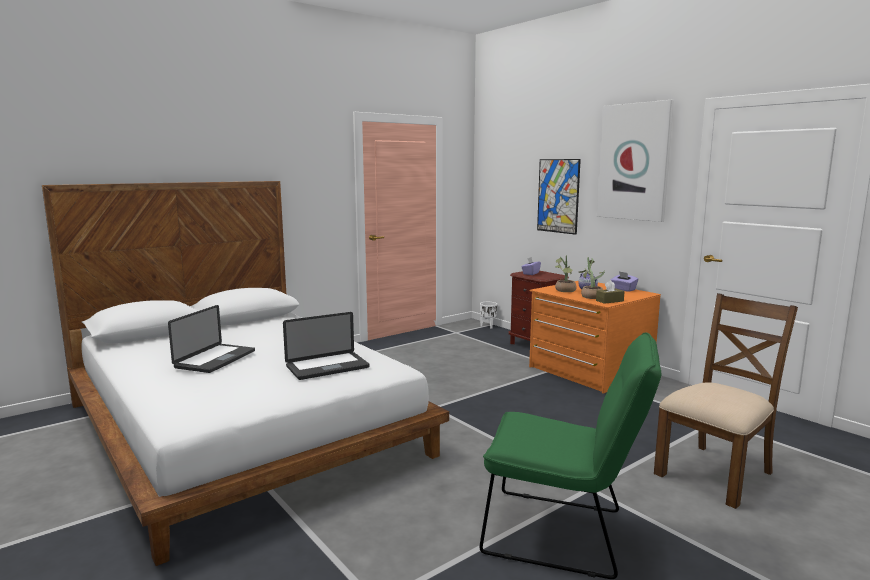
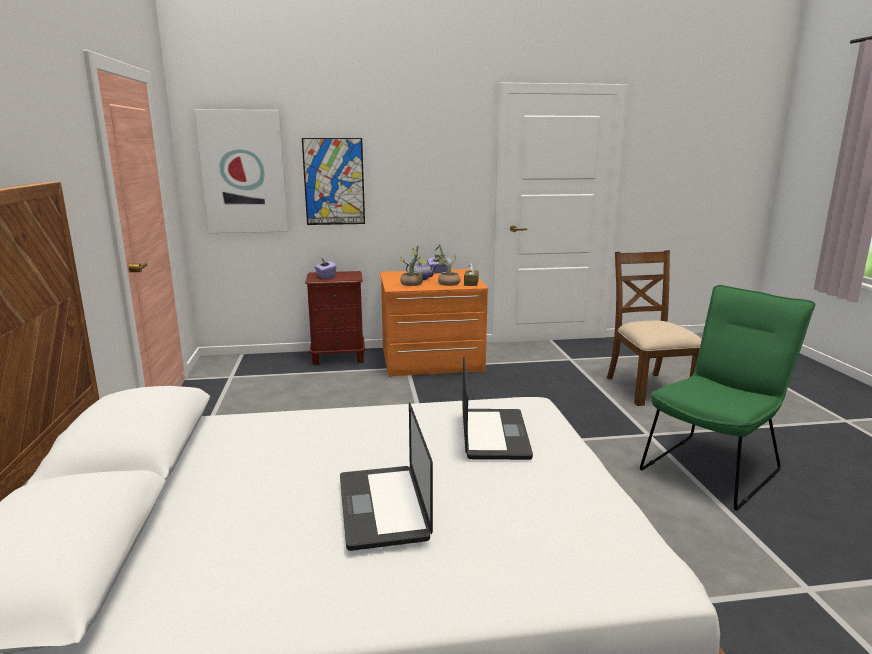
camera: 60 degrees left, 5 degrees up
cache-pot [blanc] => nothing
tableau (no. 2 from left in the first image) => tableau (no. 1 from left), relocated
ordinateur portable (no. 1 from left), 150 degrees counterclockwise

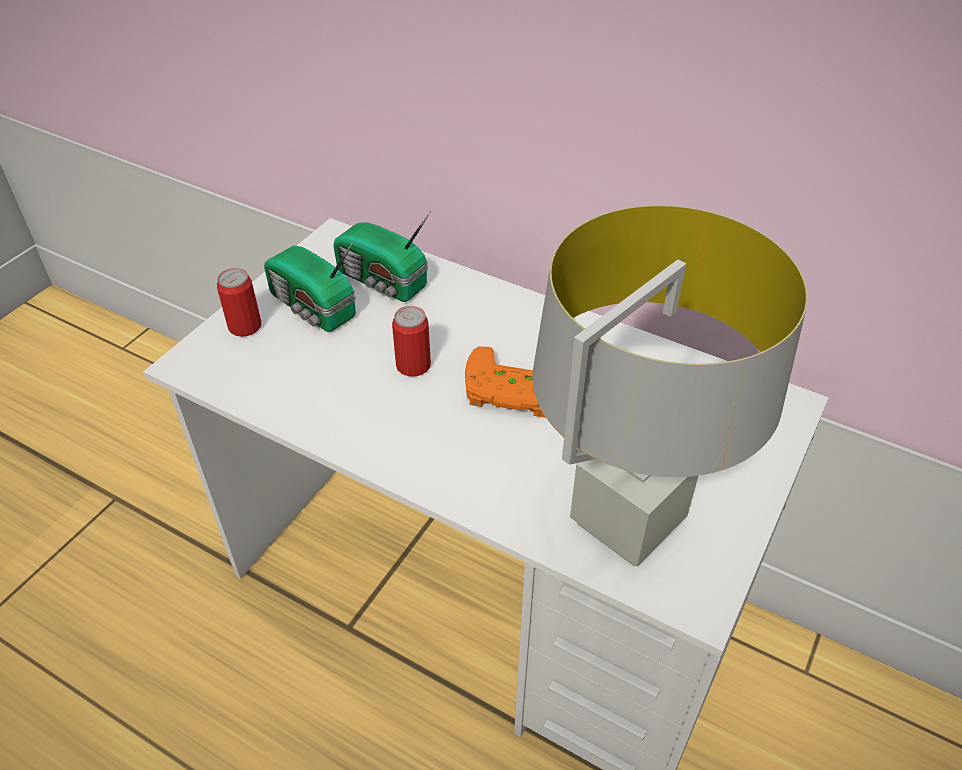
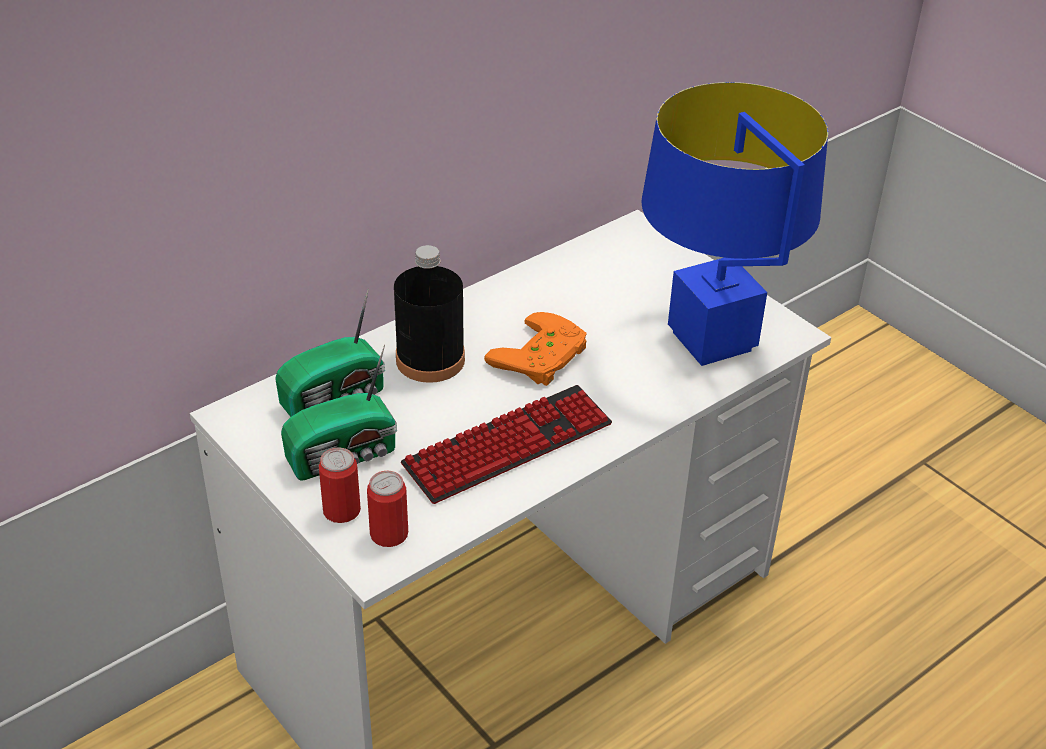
camera: 70 degrees left, 5 degrees down
nothing => bouteille [noir]
nothing => clavier
boîte métallique (no. 2 from left), relocated
lampe de table [gris] => lampe de table [bleu]

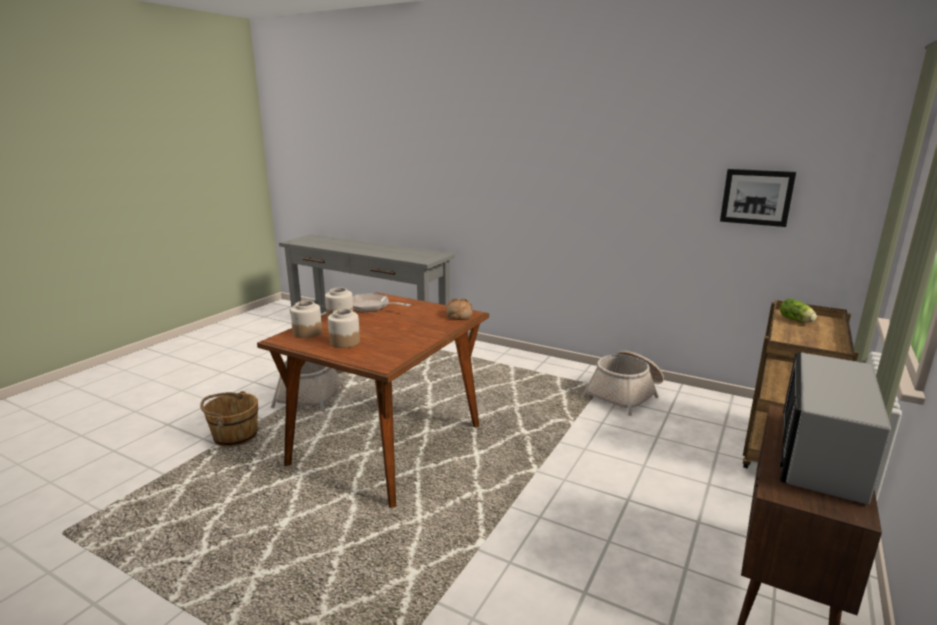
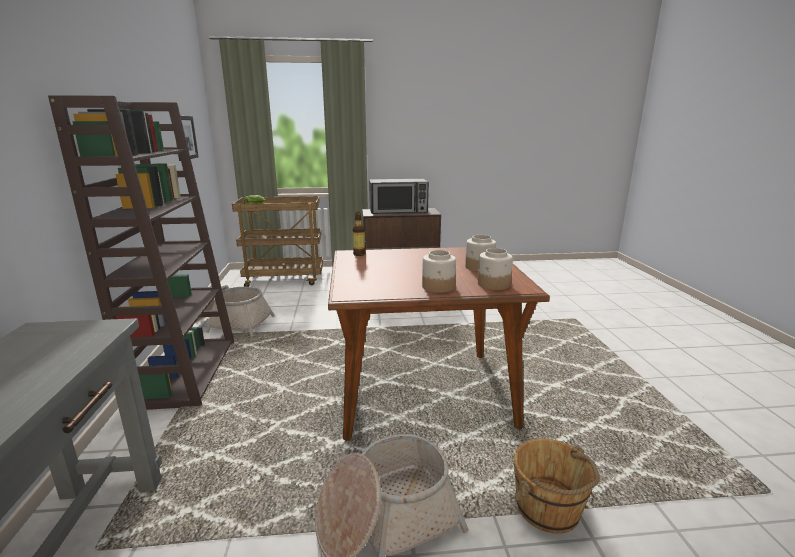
camera: 125 degrees left, 0 degrees up
poêle => nothing
nothing => bibliothèque [marron]
pain => bouteille

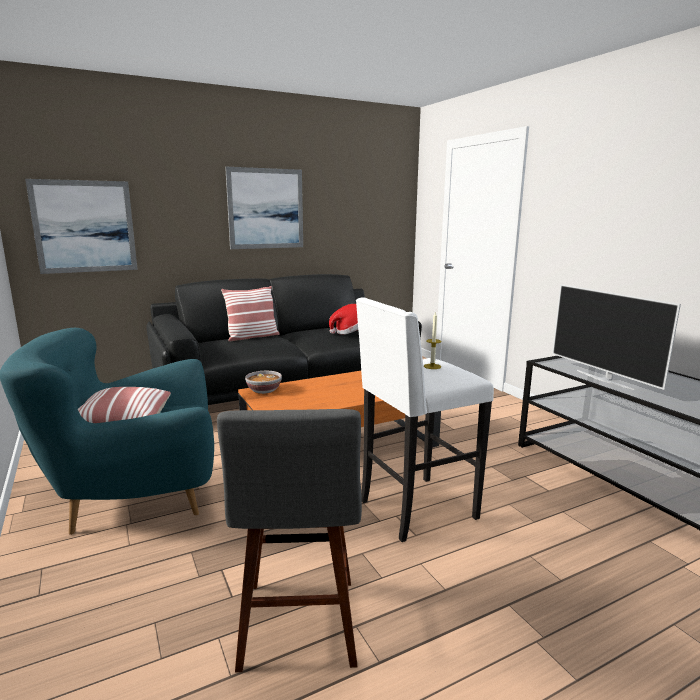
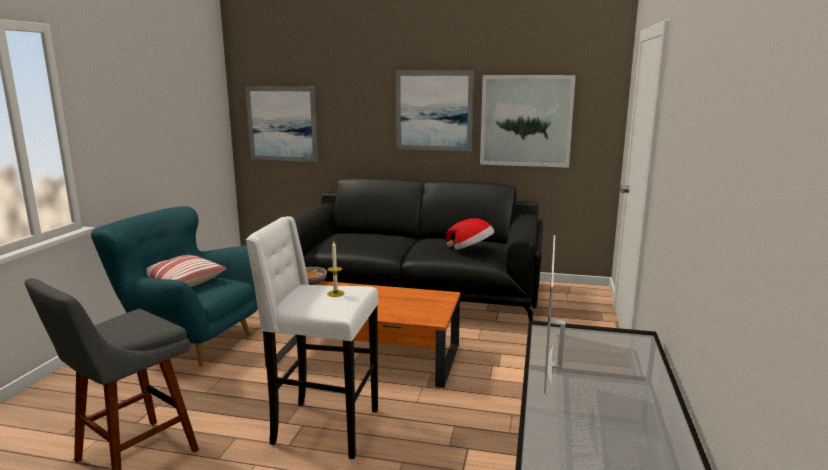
camera: 40 degrees right, 0 degrees up
coussin (no. 2 from left) => nothing
nothing => tableau (no. 3 from left)

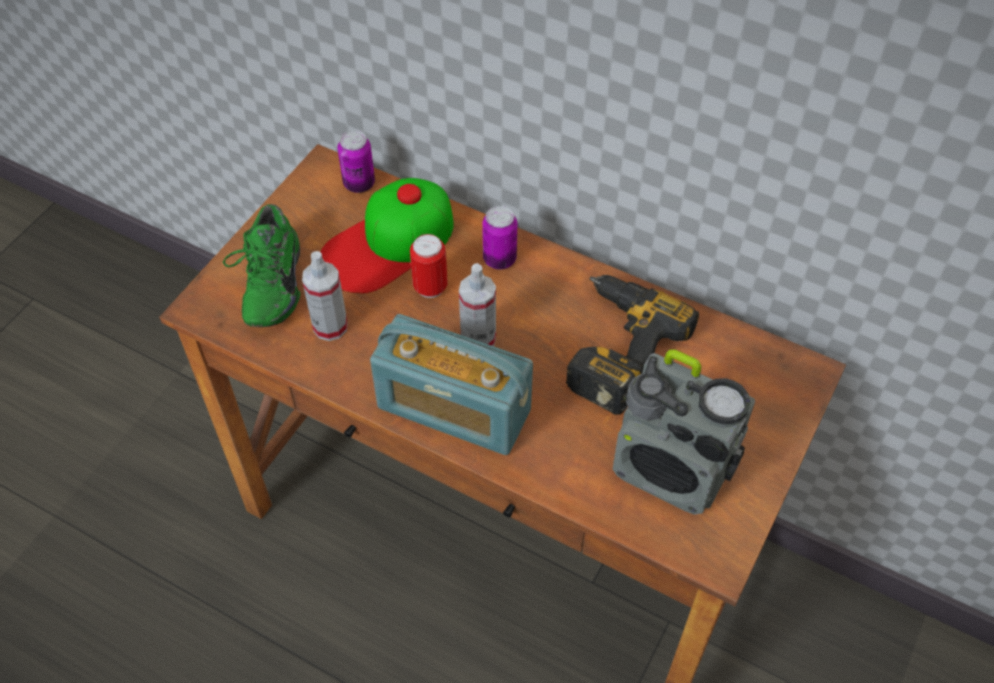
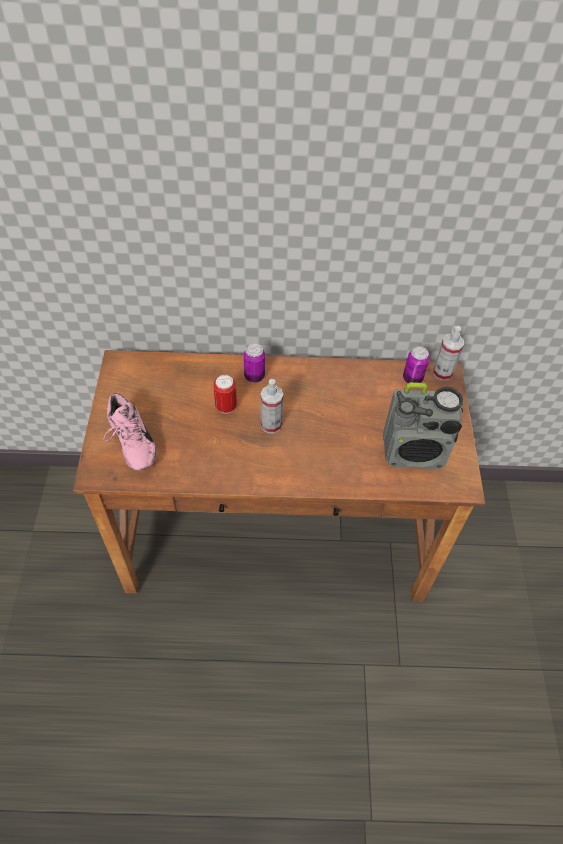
camera: 30 degrees left, 0 degrees up
casquette => nothing
radio (no. 1 from left) => nothing
perceuse => nothing
vaporisateur (no. 1 from left in the first image) => vaporisateur (no. 2 from left), relocated
boîte métallique (no. 1 from left in the first image) => boîte métallique (no. 3 from left), relocated
chaussure [vert] => chaussure [rose]

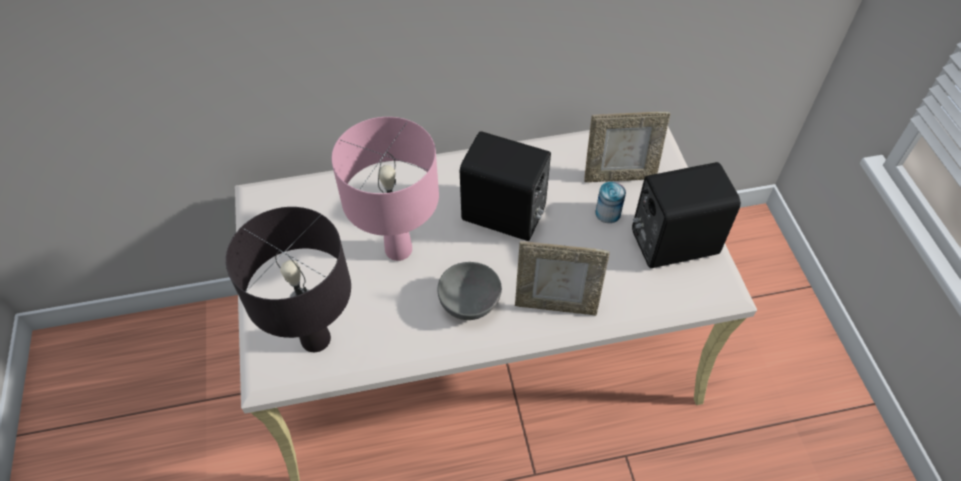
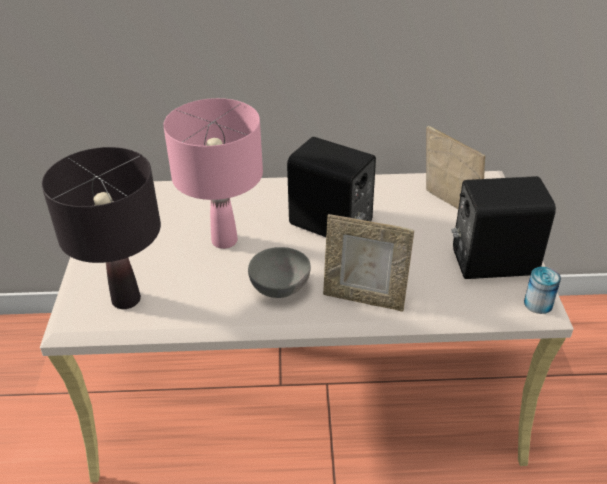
camera: 10 degrees right, 15 degrees down
boîte métallique, relocated
cadre photo (no. 2 from left), 135 degrees counterclockwise

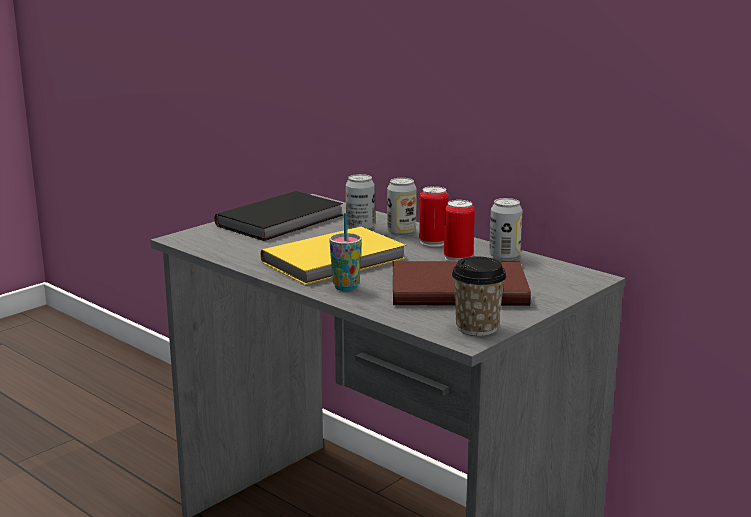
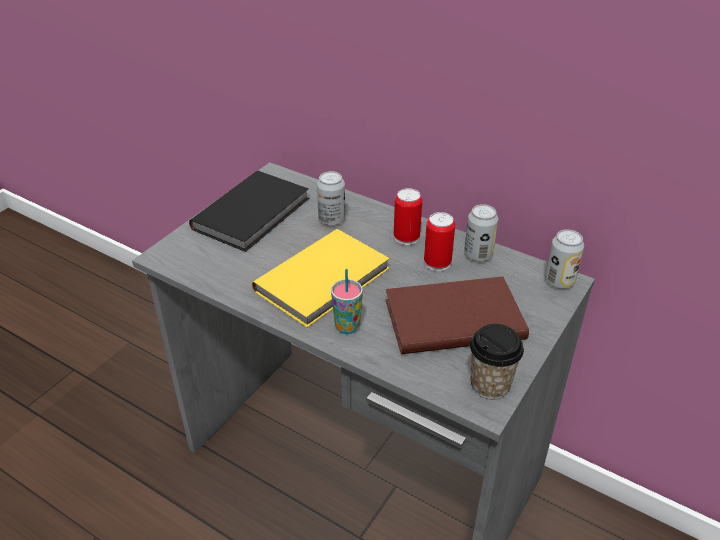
camera: 10 degrees left, 20 degrees up
boîte métallique (no. 2 from left in the first image) => boîte métallique (no. 5 from left), relocated

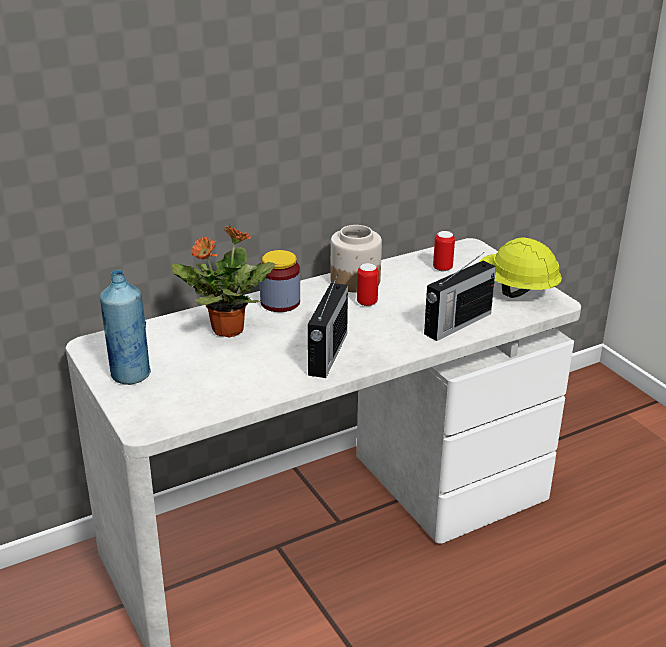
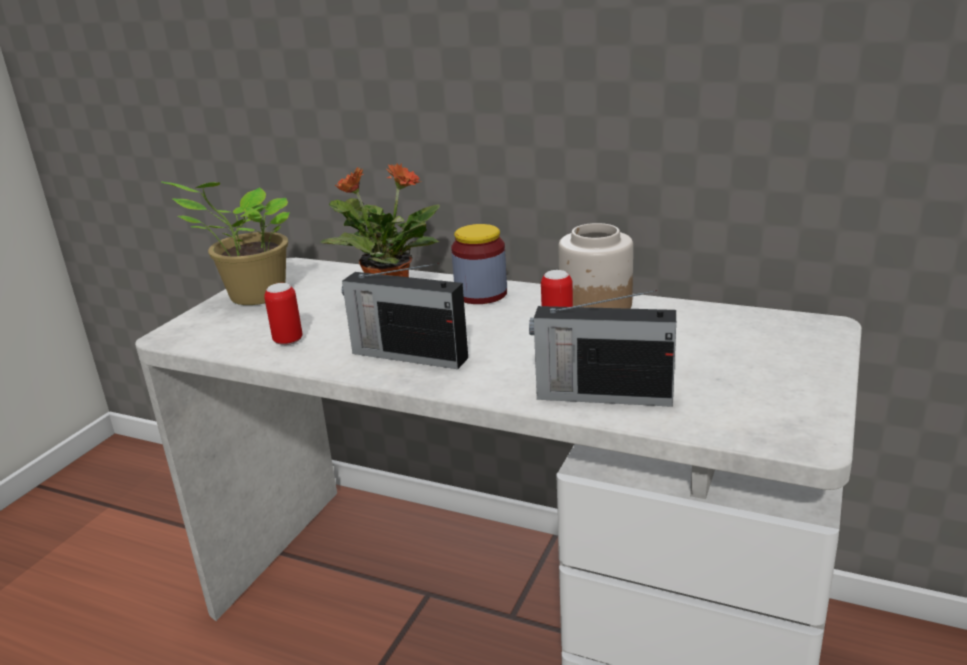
camera: 55 degrees right, 5 degrees down
casque de chantier [jaune] => nothing
boîte métallique (no. 2 from left in the first image) => boîte métallique (no. 1 from left), relocated
bouteille [bleu] => plante en pot (no. 1 from left)
radio (no. 1 from left), 45 degrees clockwise

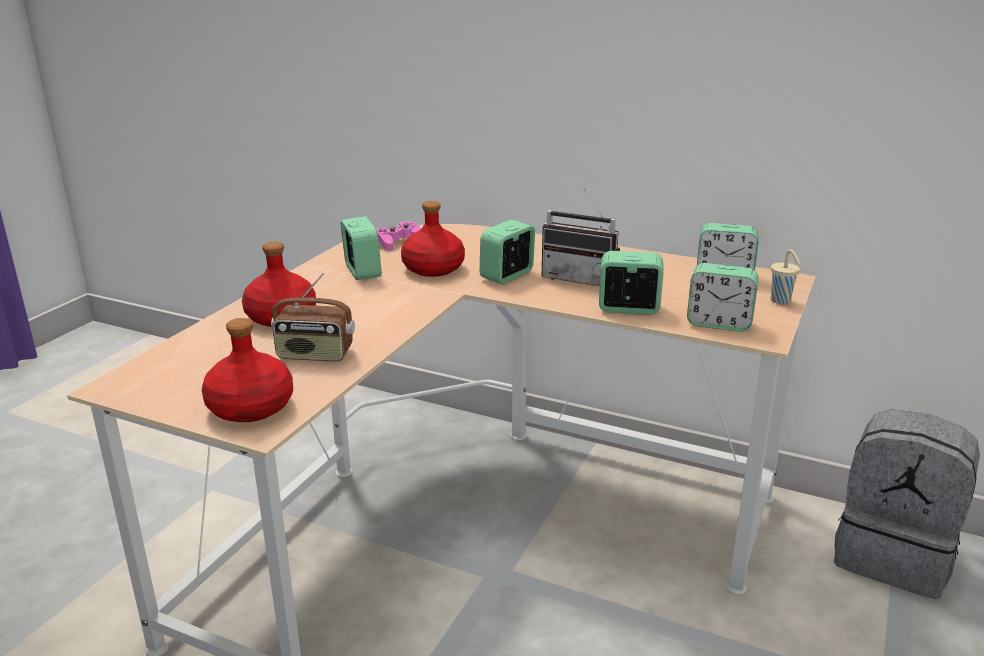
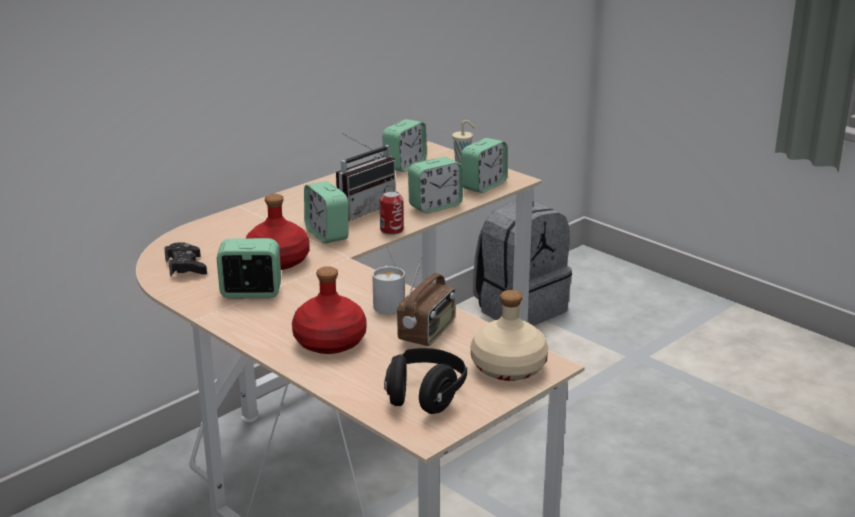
camera: 70 degrees left, 0 degrees up
nothing => mug [blanc]
nothing => boîte métallique
nothing => casque audio [noir]
bouteille [rouge] (no. 1 from left) => bouteille [beige]
manette [rose] => manette [noir]
réveil (no. 3 from left in the first image) => réveil (no. 4 from left), 150 degrees counterclockwise

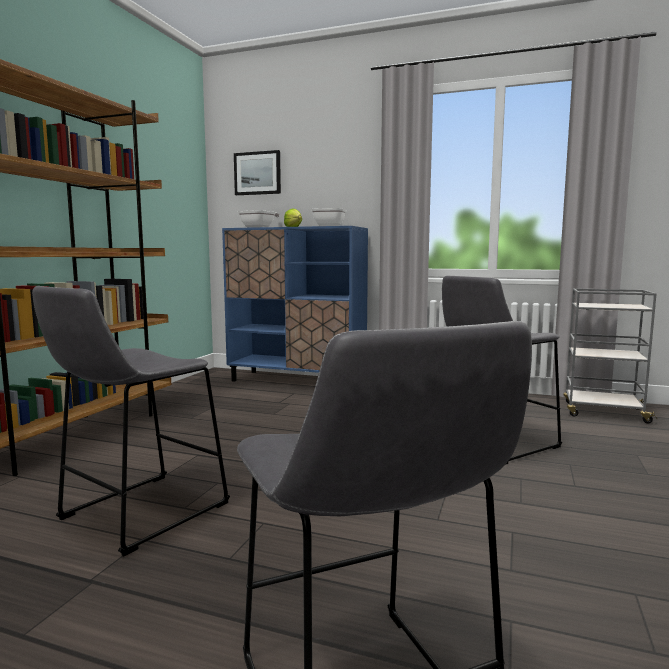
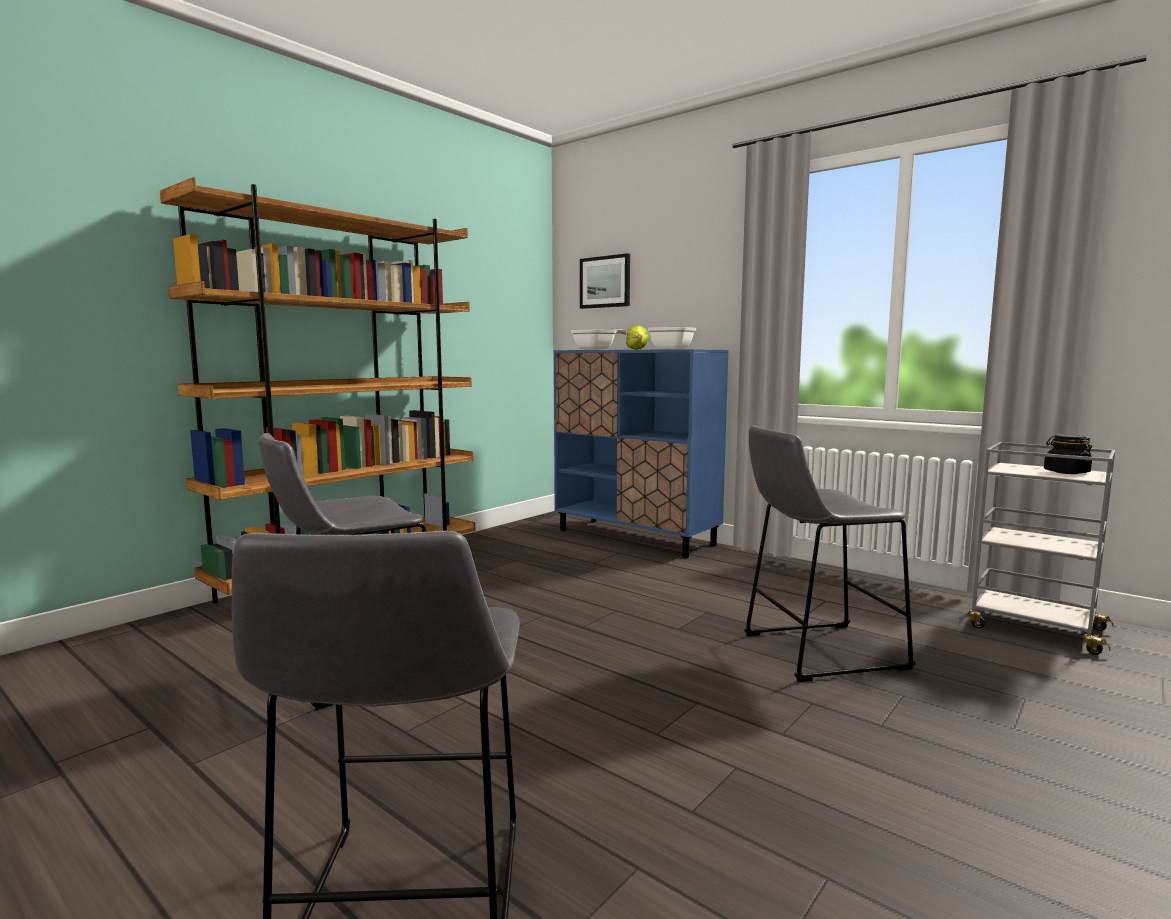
camera: 20 degrees right, 0 degrees up
nothing => bocal [noir]

